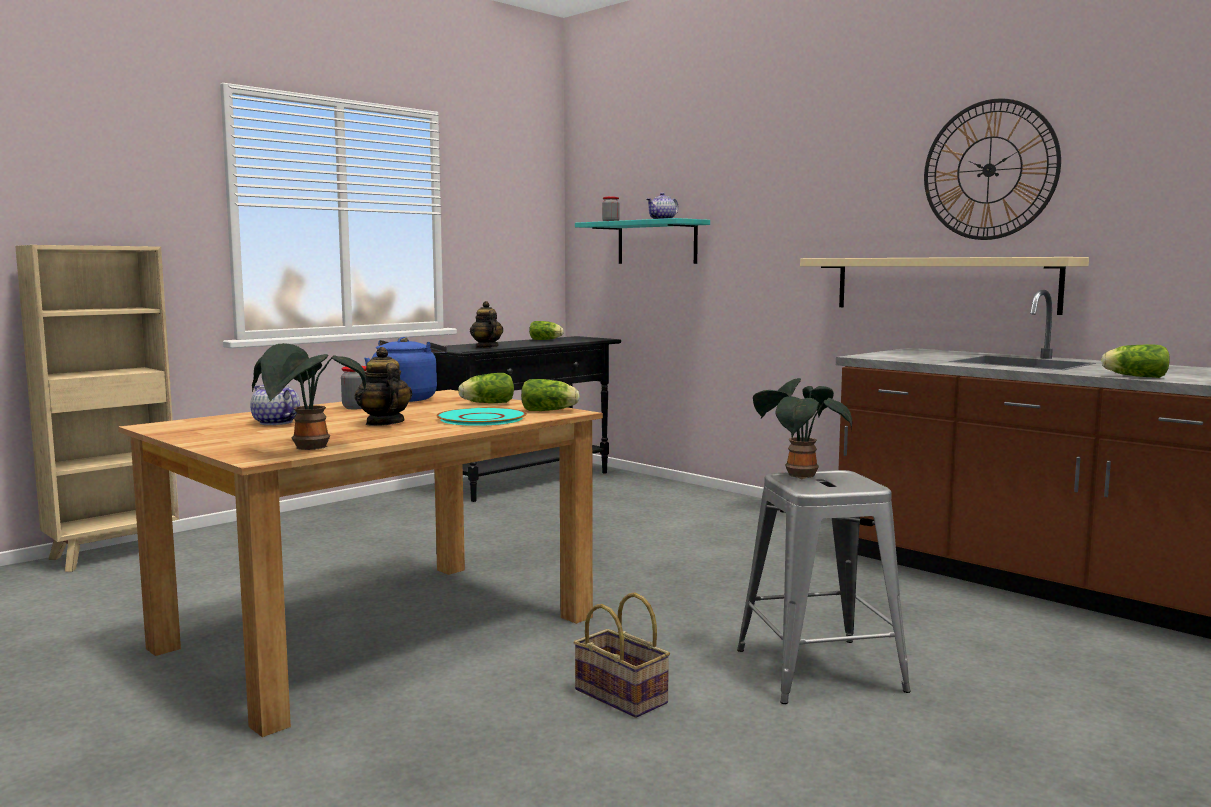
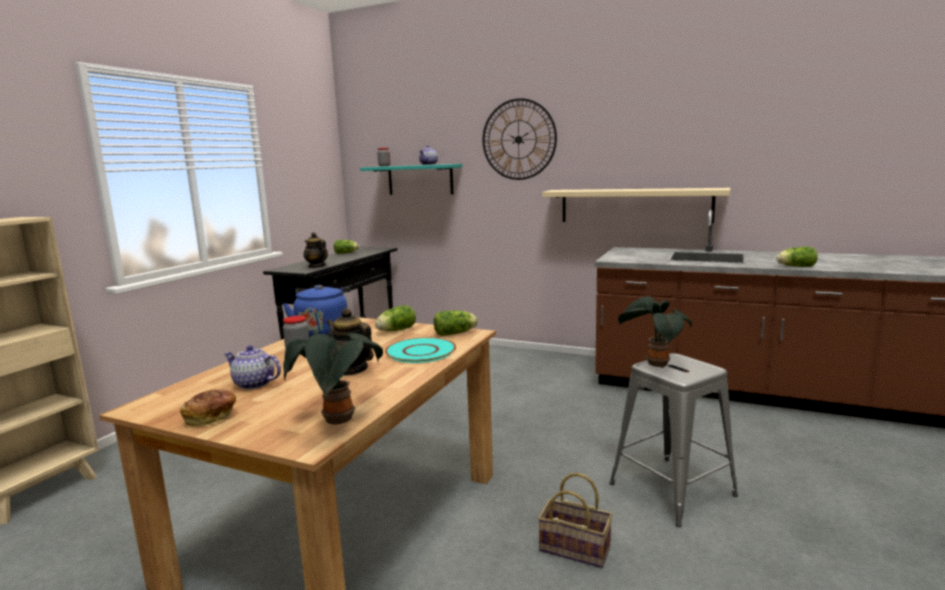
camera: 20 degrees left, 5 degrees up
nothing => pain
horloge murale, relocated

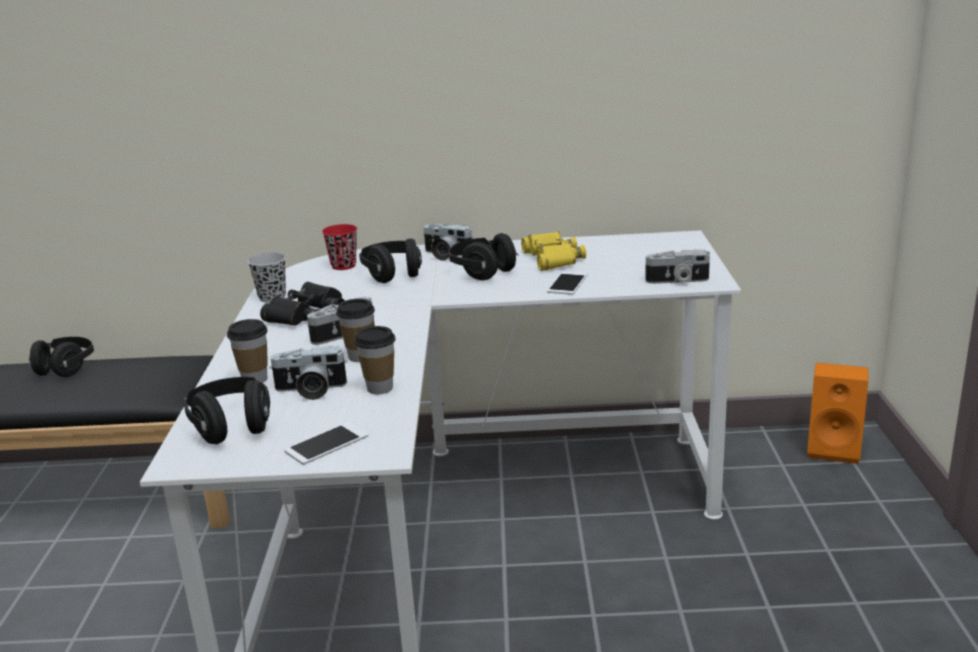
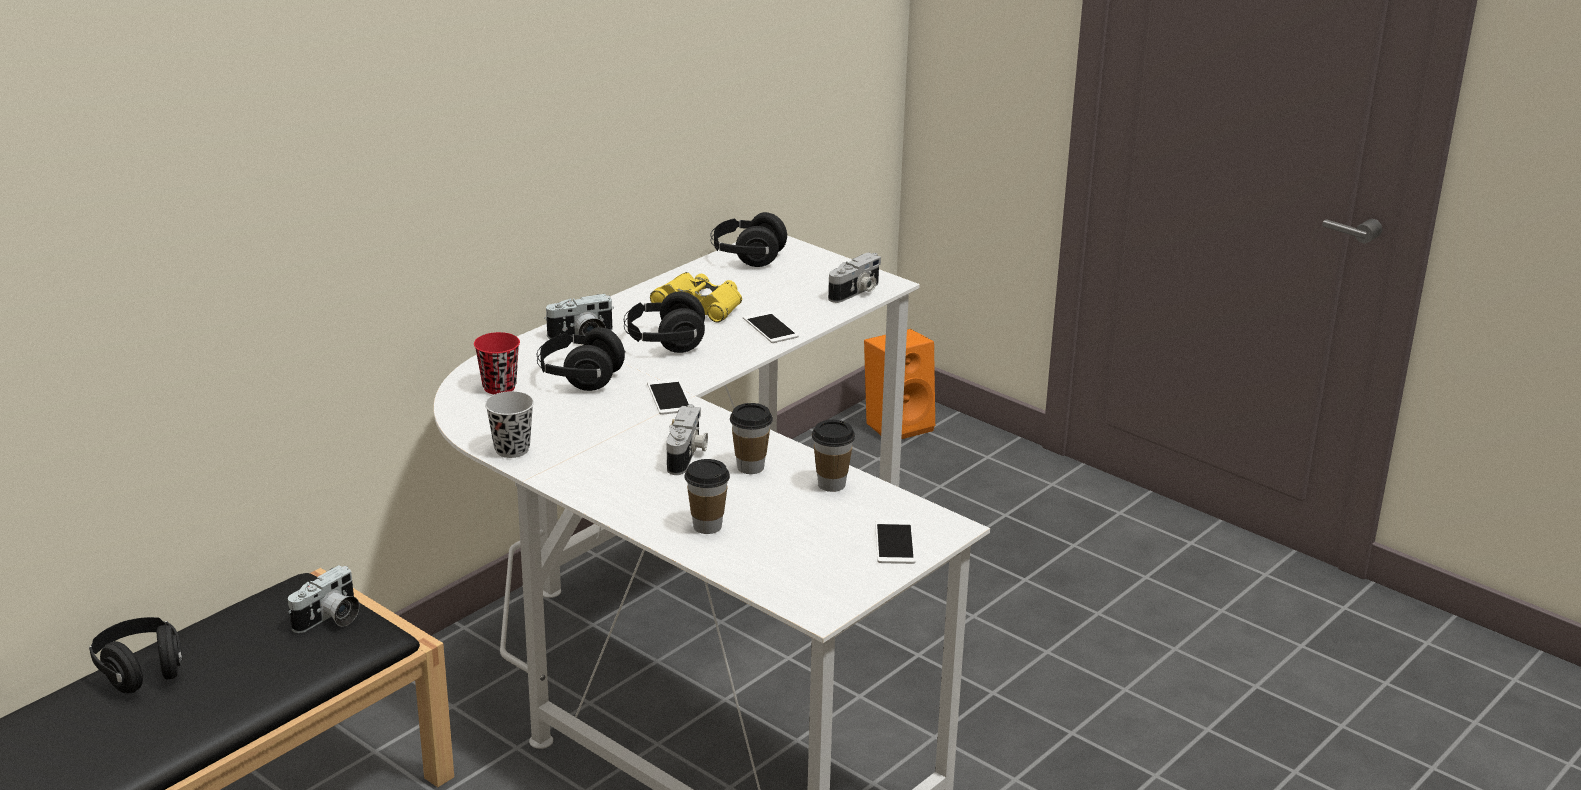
camera: 50 degrees left, 5 degrees up
jumelles [noir] => nothing
nothing => téléphone (no. 1 from left)
casque audio [noir] (no. 2 from left in the first image) => casque audio [noir] (no. 4 from left), relocated
appareil photo (no. 1 from left), relocated

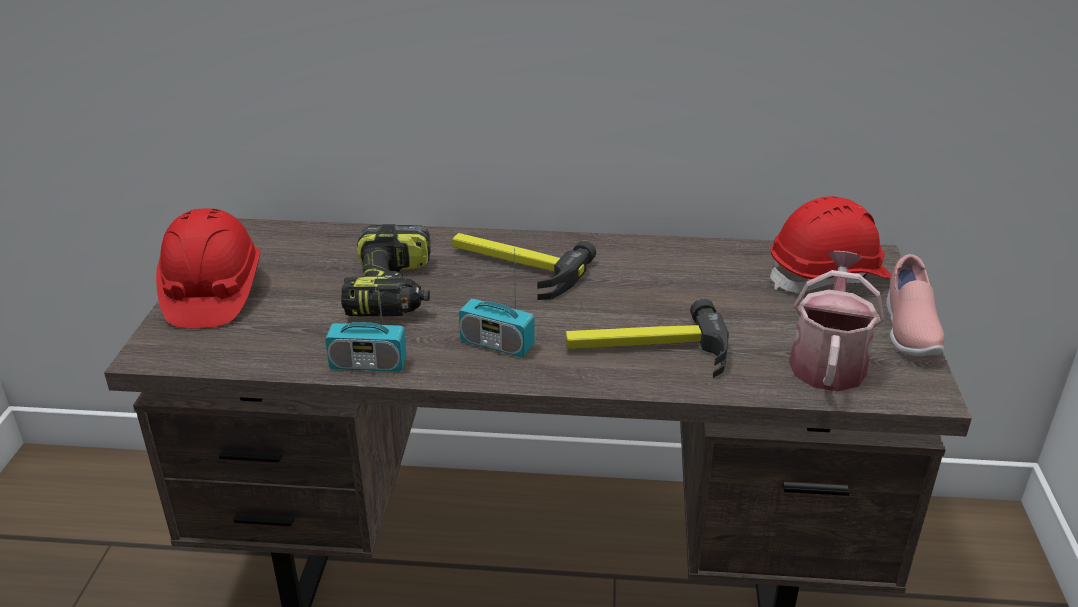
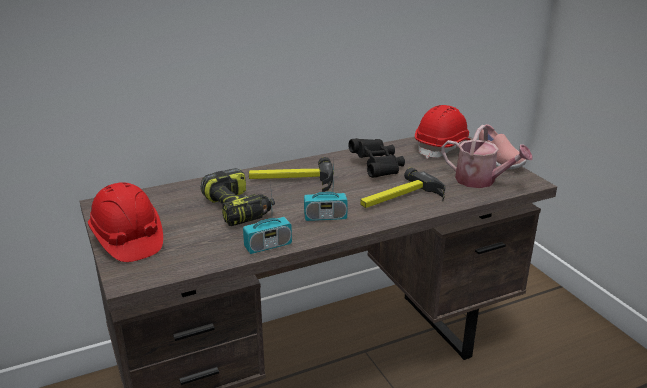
camera: 30 degrees left, 5 degrees down
nothing => jumelles [noir]
arrosoir, 135 degrees clockwise

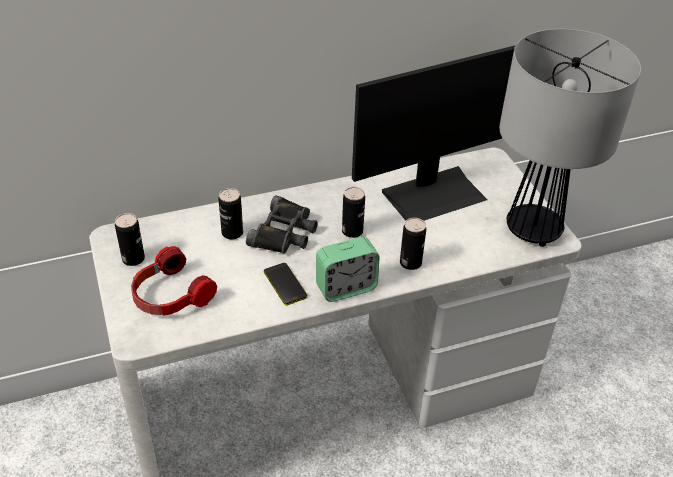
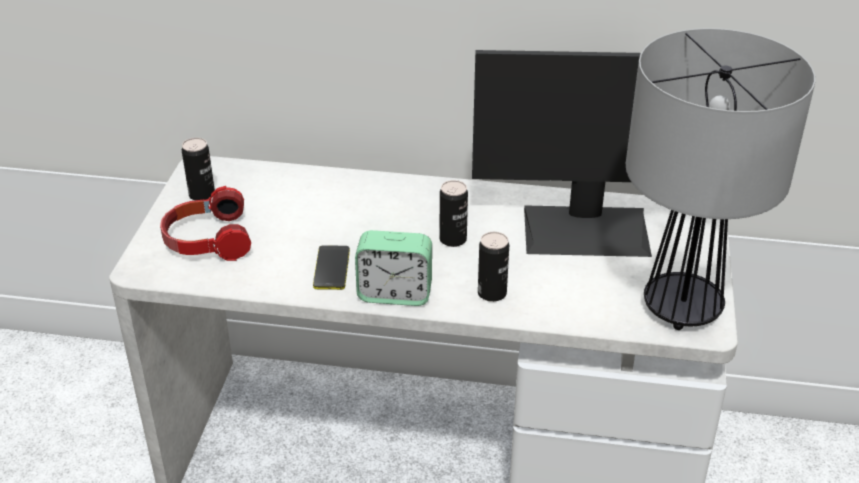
camera: 30 degrees right, 5 degrees down
boîte métallique (no. 2 from left) => nothing
jumelles [noir] => nothing

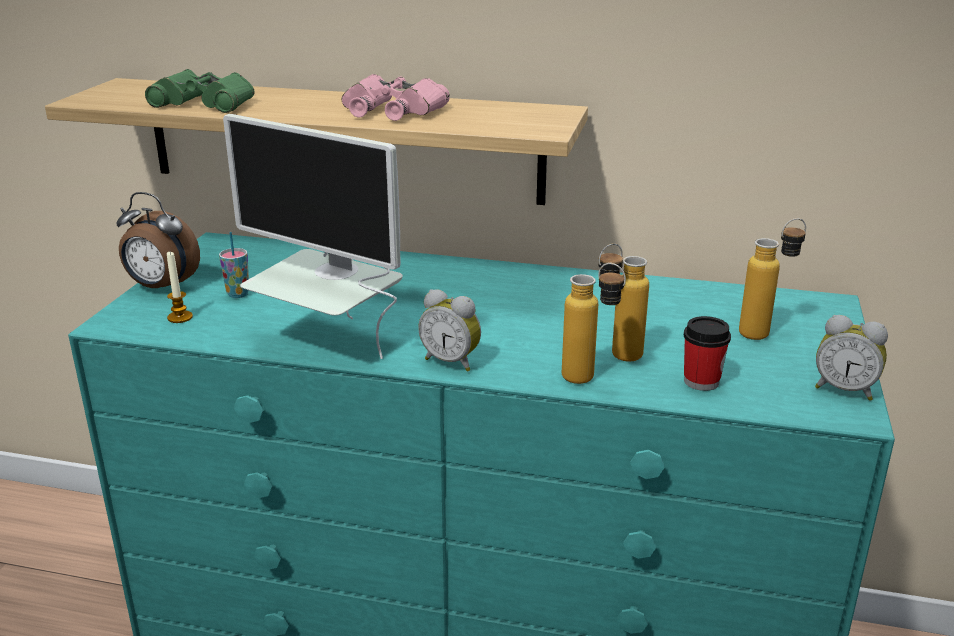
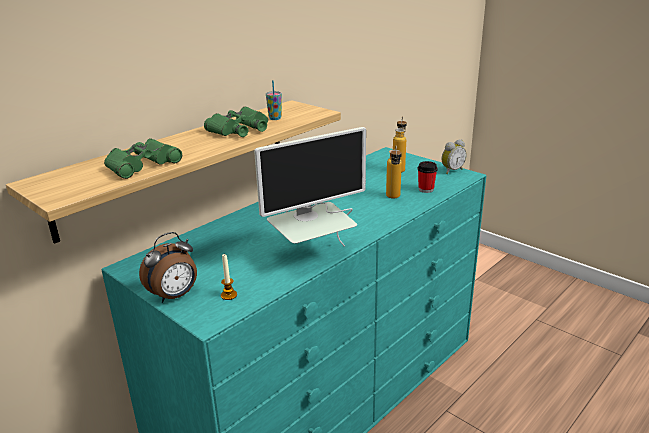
camera: 60 degrees left, 0 degrees up
réveil (no. 2 from left) => nothing
bouteille (no. 1 from left) => nothing
tasse (no. 1 from left), relocated
jumelles [rose] => jumelles [vert] (no. 2 from left)

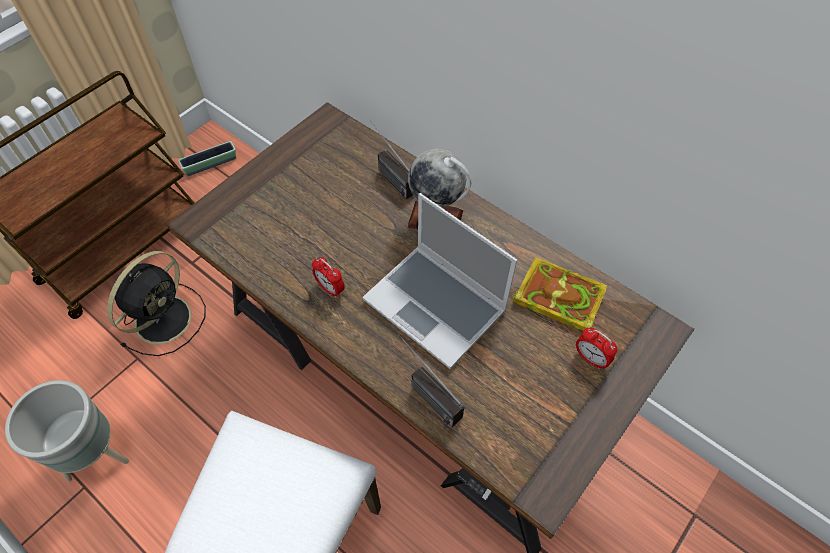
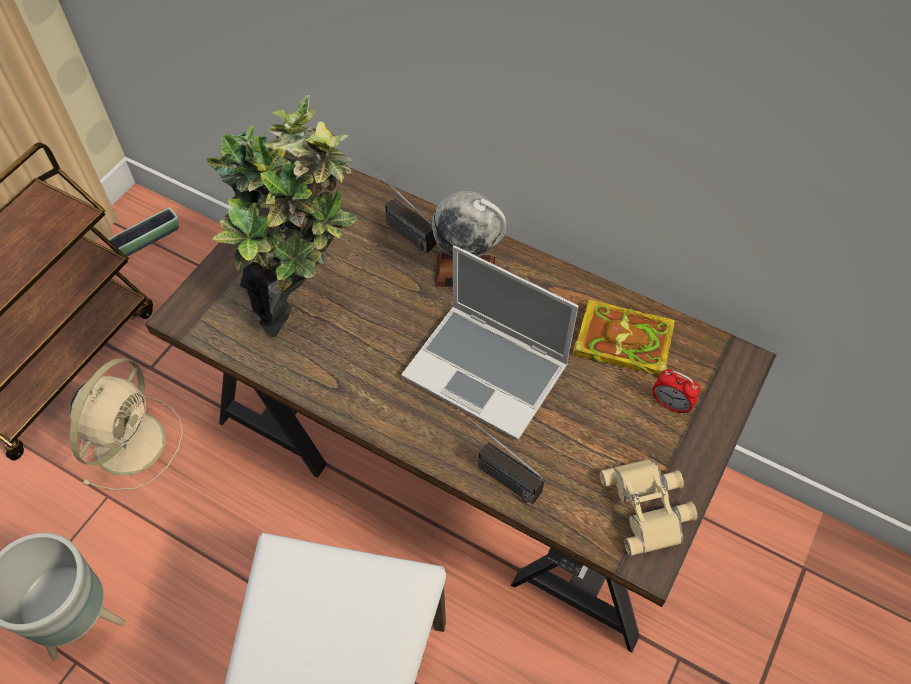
camera: 10 degrees left, 0 degrees up
réveil (no. 1 from left) => nothing
nothing => plante en pot
nothing => jumelles [beige]
ventilateur [noir] => ventilateur [beige]

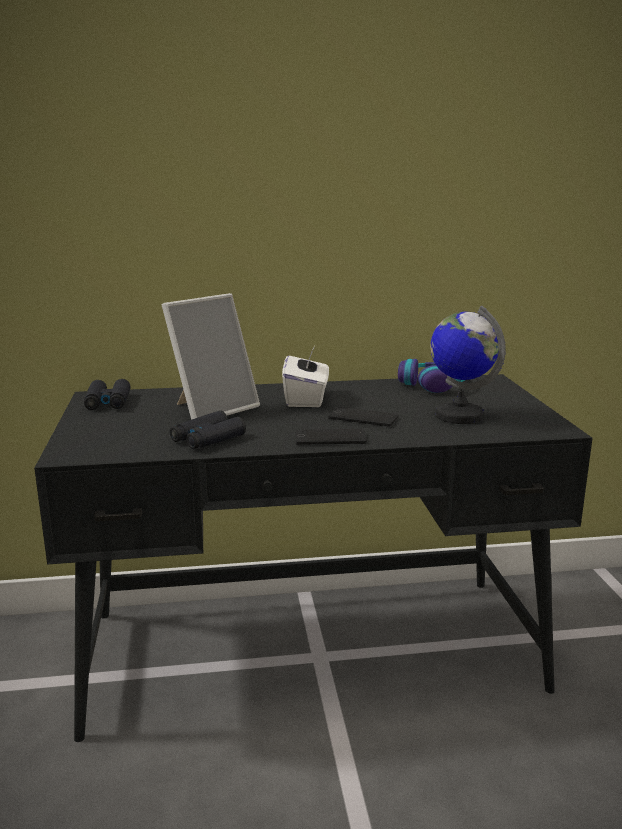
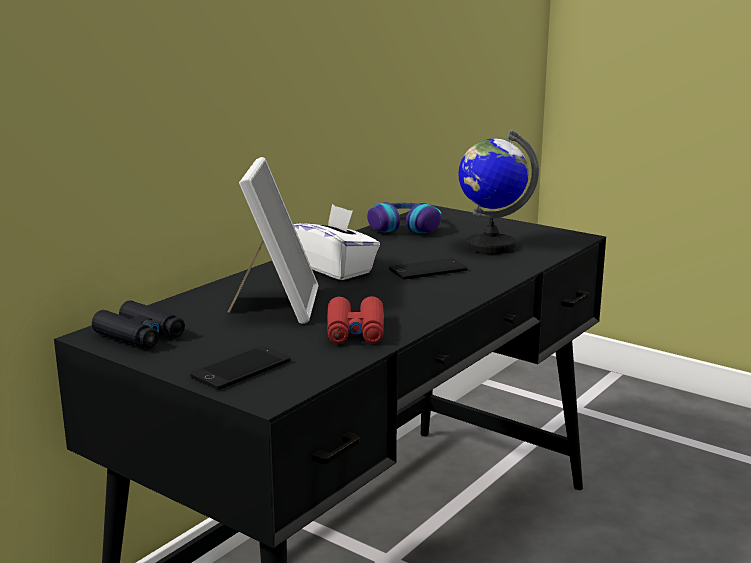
camera: 45 degrees left, 0 degrees up
téléphone (no. 1 from left), relocated
jumelles [noir] (no. 2 from left) => jumelles [rouge]

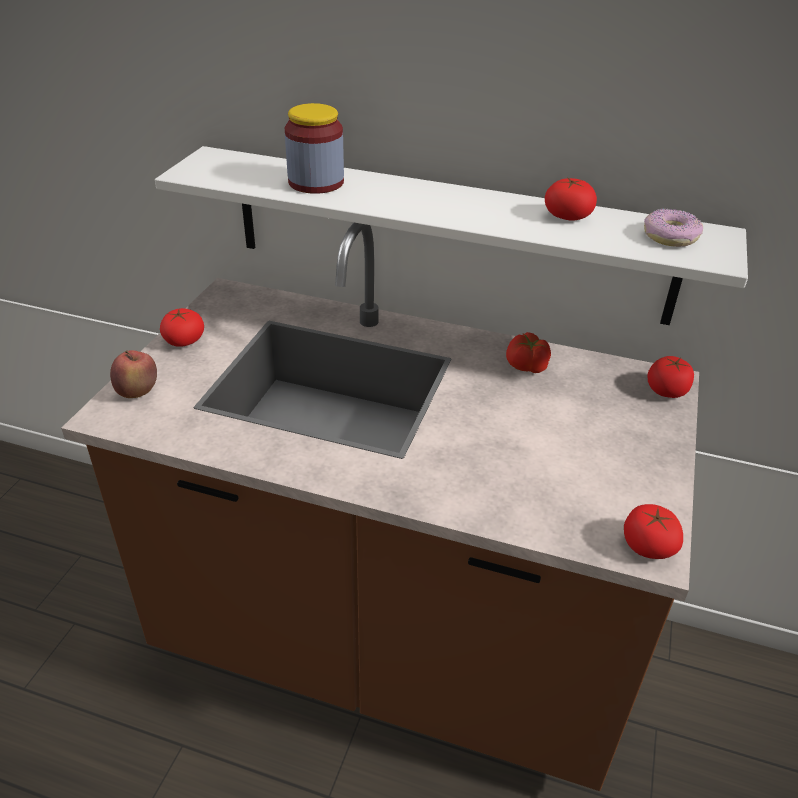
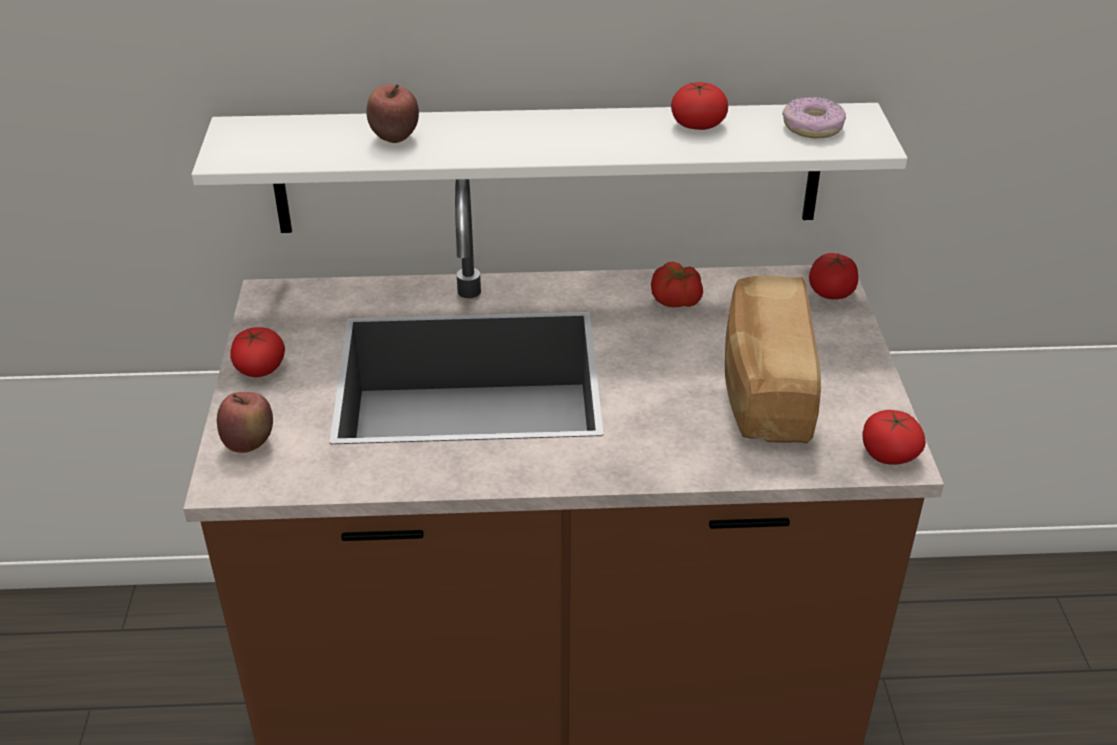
camera: 20 degrees left, 0 degrees up
nothing => pain
bocal => pomme (no. 2 from left)

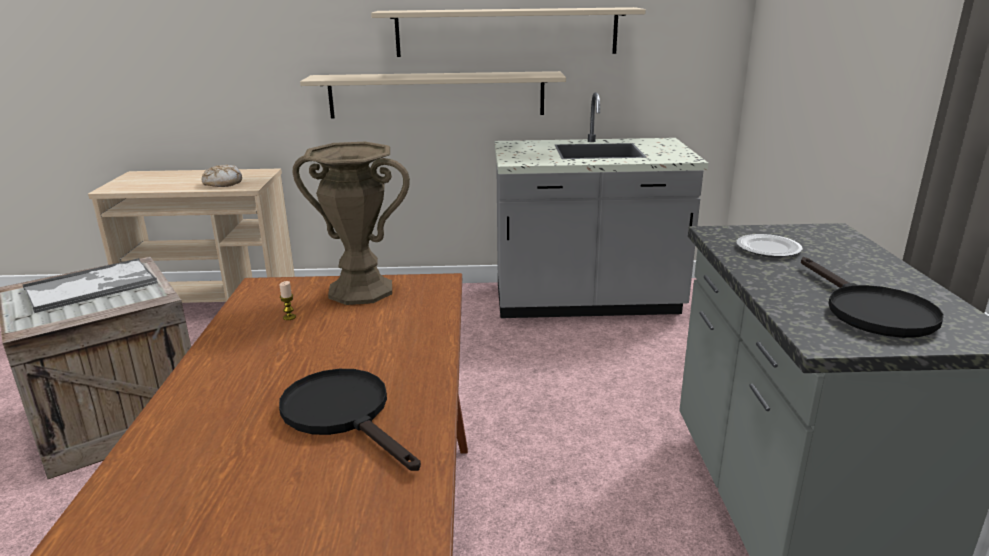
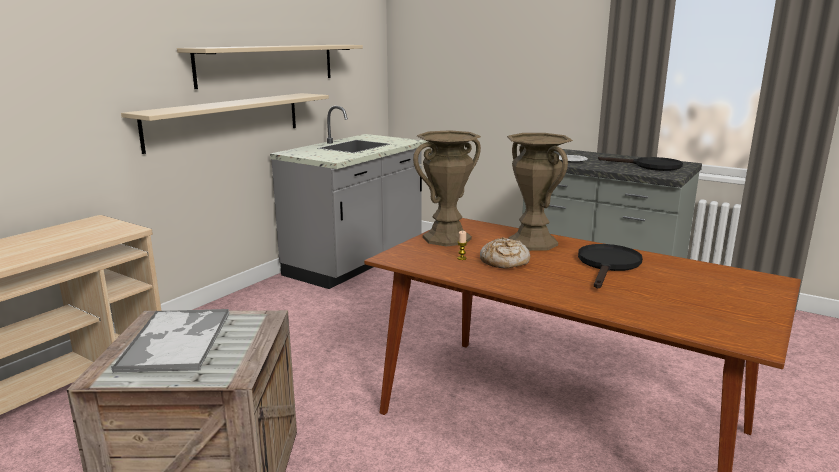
camera: 55 degrees left, 5 degrees down
nothing => vase [marron] (no. 2 from left)
pain, relocated
poêle [noir] (no. 1 from left), 120 degrees clockwise

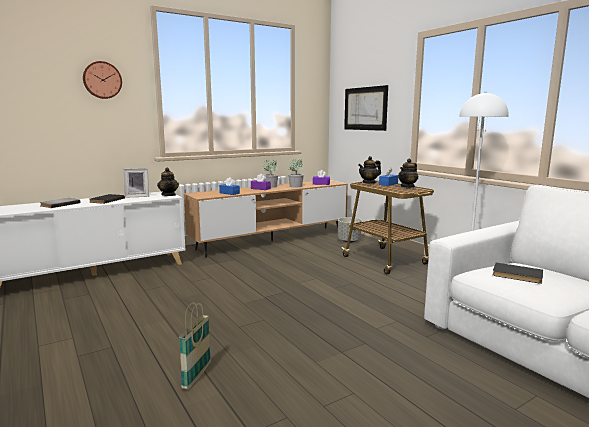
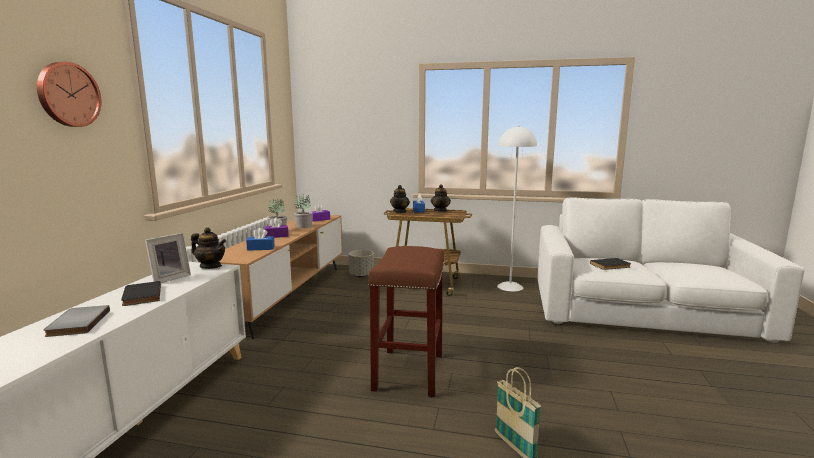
camera: 45 degrees left, 0 degrees up
tableau => nothing
nothing => tabouret [marron]

